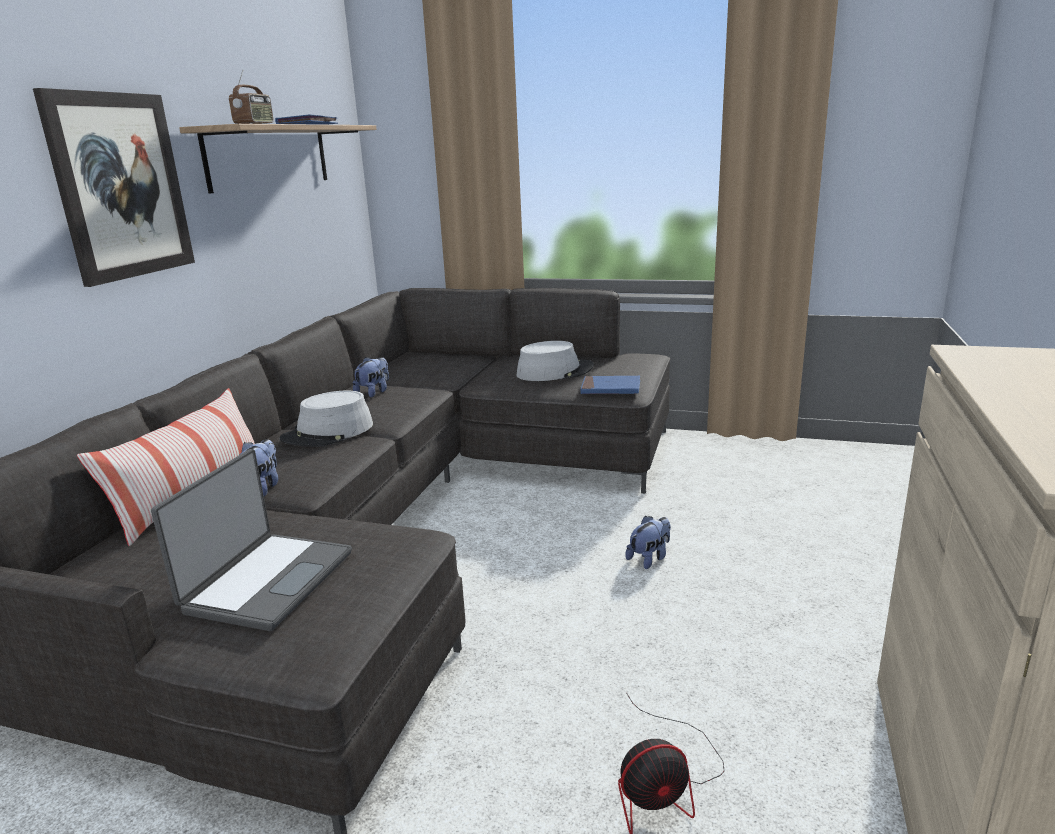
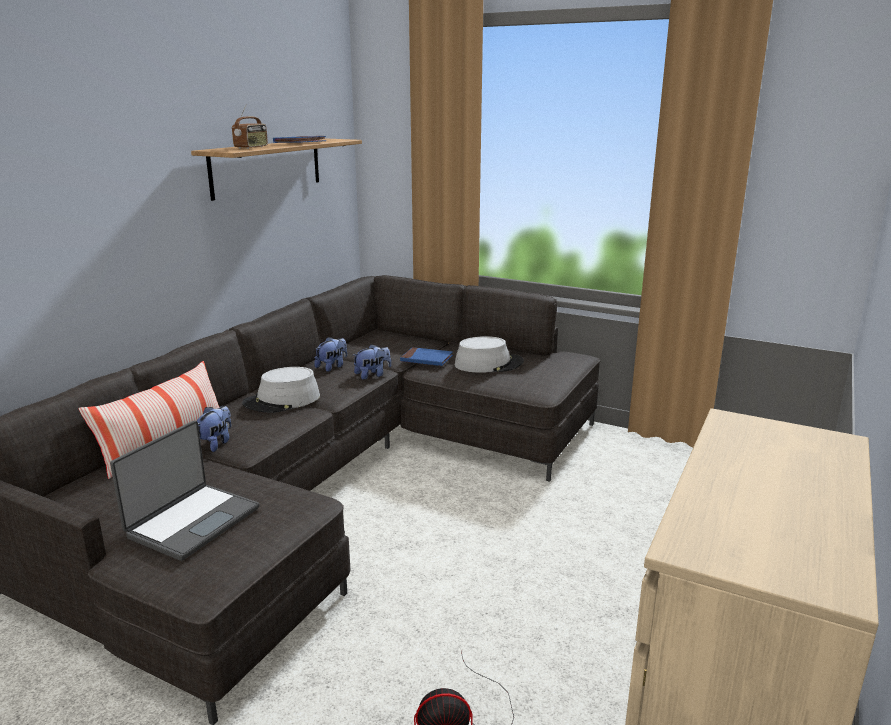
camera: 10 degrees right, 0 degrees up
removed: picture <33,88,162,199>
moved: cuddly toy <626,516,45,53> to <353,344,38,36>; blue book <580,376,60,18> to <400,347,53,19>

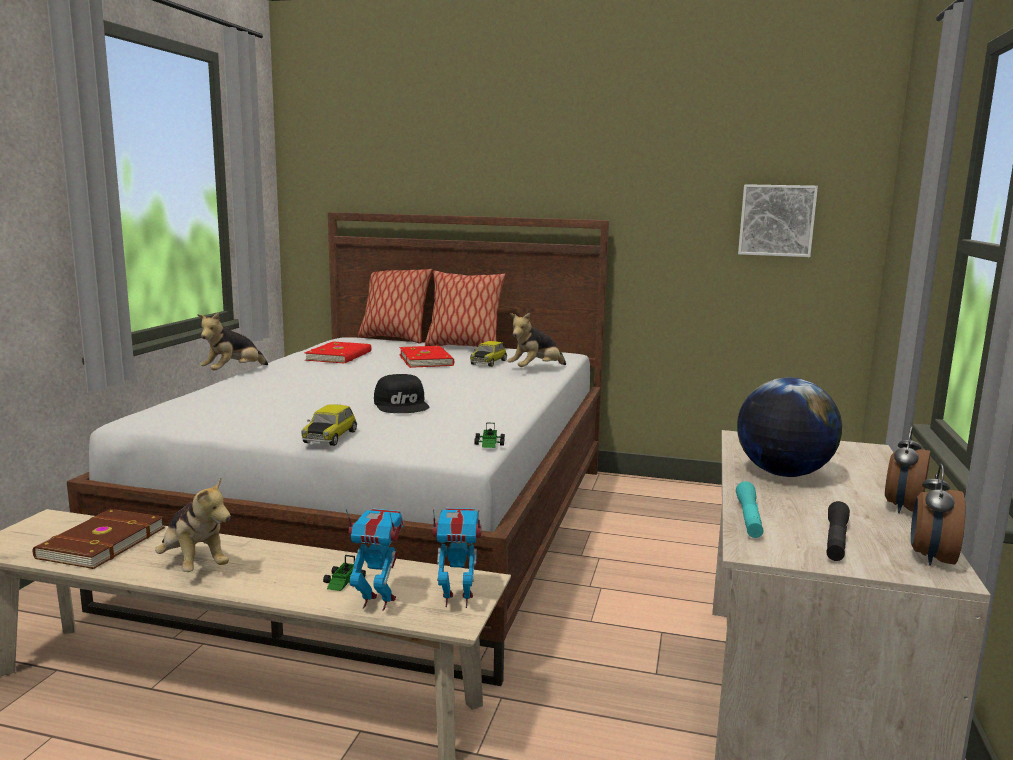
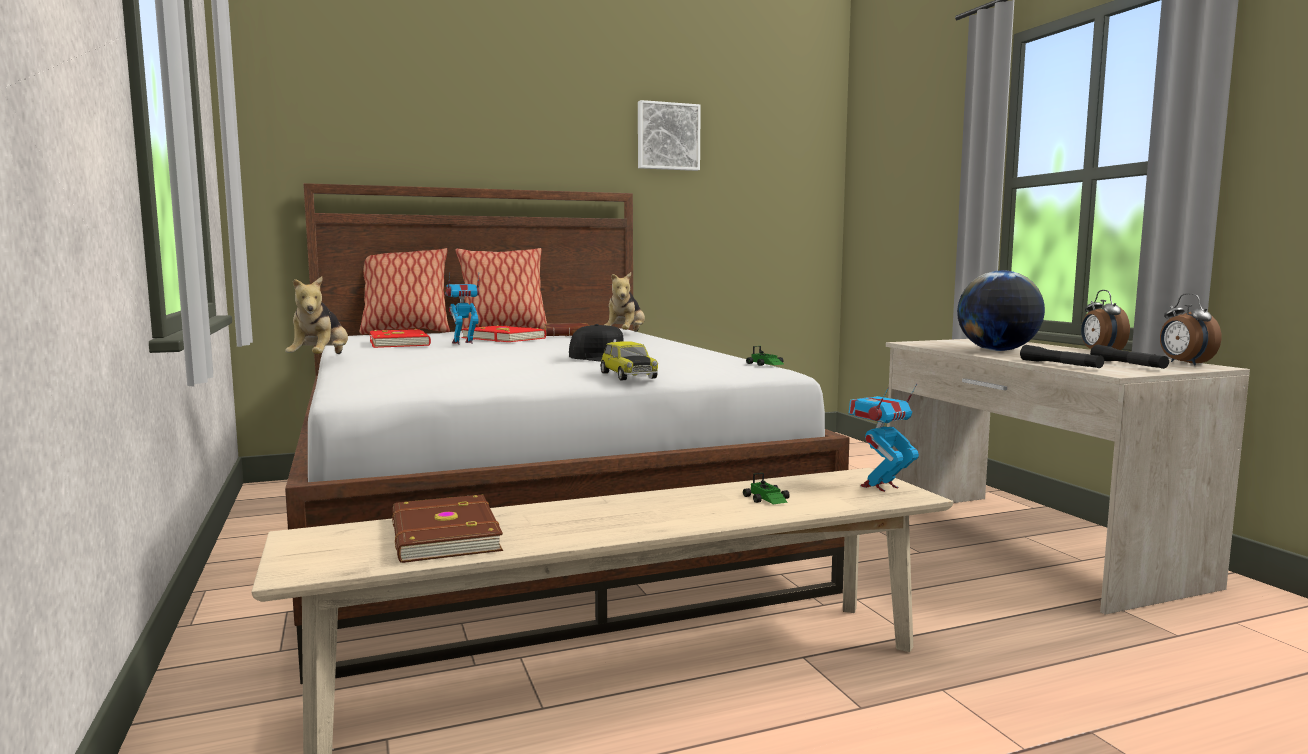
camera: 35 degrees left, 5 degrees down
removed: cuddly toy <155,478,76,94>
moved: robot figure <346,509,58,102> to <445,273,34,72>; picture <738,184,80,73> to <638,100,63,71>
replaced: miniature car <470,341,37,26> to brown book <544,323,45,13>
recoloured: turquoise-coloured flashlight <736,481,28,57> to black-coloured flashlight <1020,345,84,23>

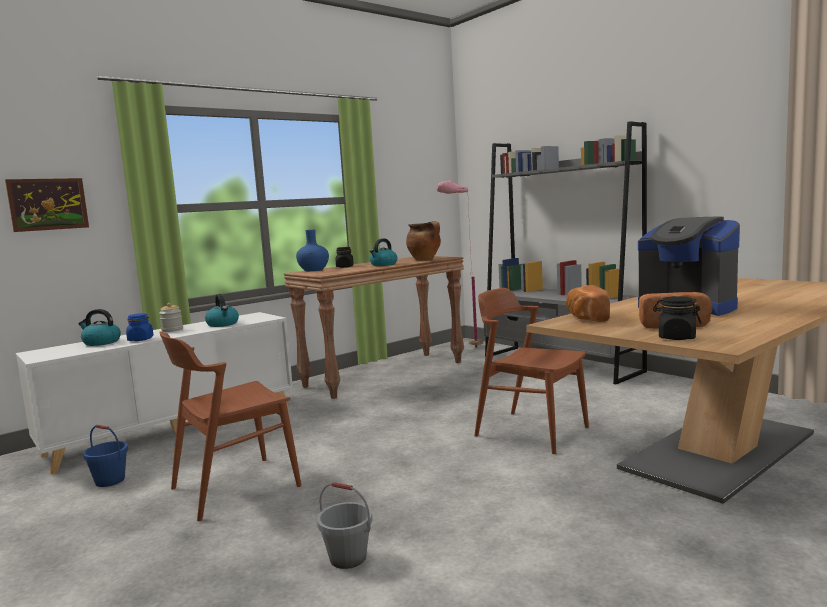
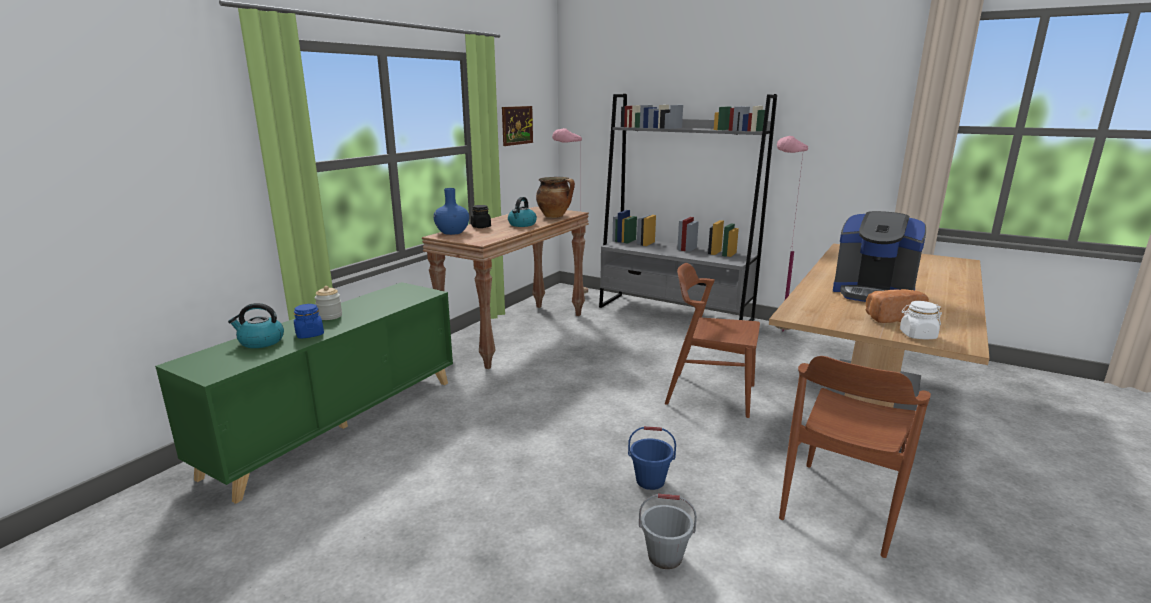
camera: 20 degrees left, 10 degrees up
removed: water kettle <205,294,34,33>; baked bread <566,285,44,37>
added: pinkish floor lamp <775,136,33,195>
moved: picture <5,178,84,54> to <502,106,31,40>; blue bucket <83,425,45,62> to <628,426,48,64>; brown chair <159,332,143,189> to <779,356,152,202>
recoloured: white cabinet <16,312,277,162> to greenish cabinet <155,282,298,222>; black-coloured jar <653,296,48,44> to white jar <900,301,42,38>

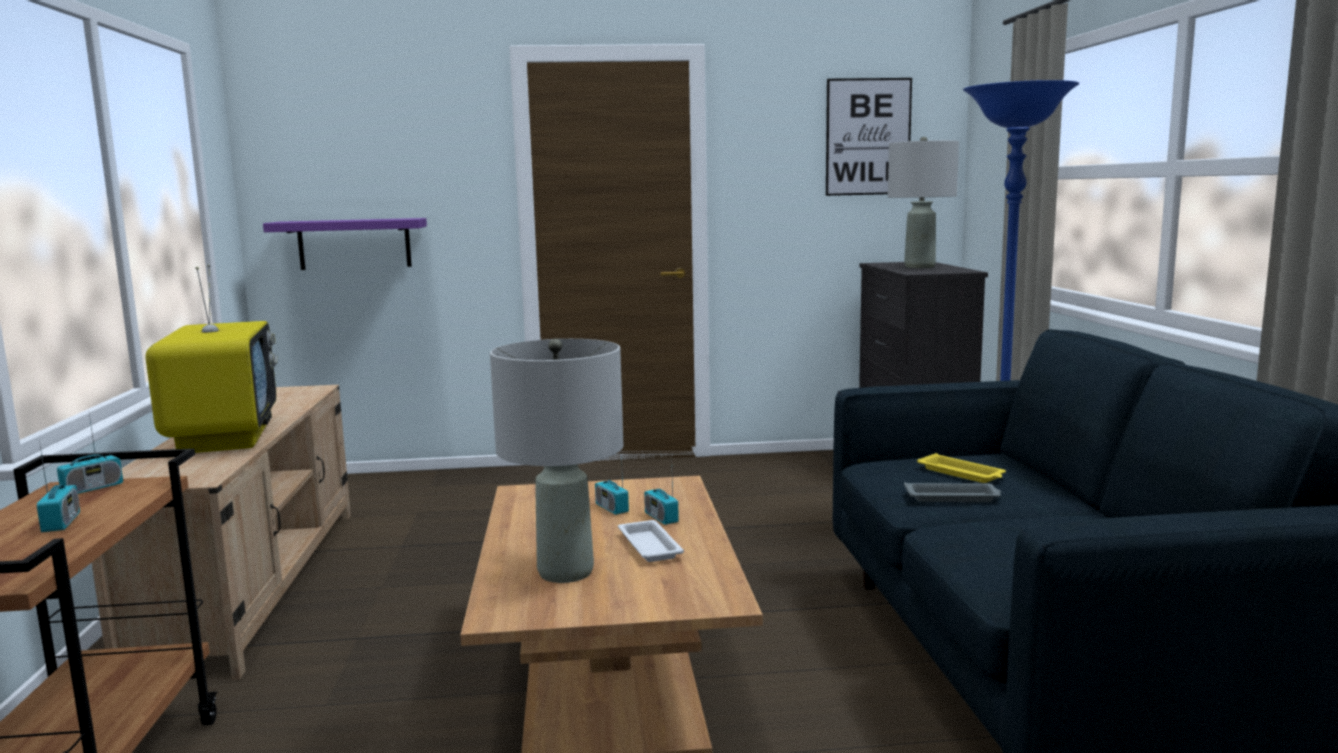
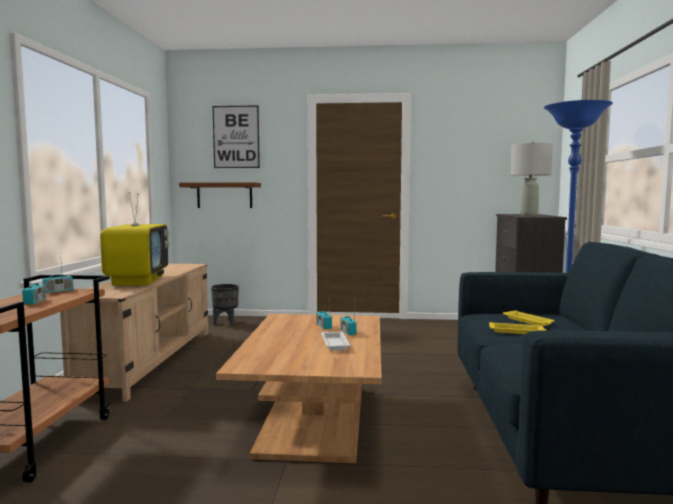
camera: 10 degrees right, 5 degrees down
removed: gray tabletop lamp <490,338,133,245>
added: black-coloured plant pot <211,284,28,42>
moved: picture <826,78,86,118> to <213,105,47,63>
recoloured: purplish wall shelf <263,218,164,52> to brown wall shelf <179,182,82,26>; gray serving tray <904,482,97,20> to yellowish serving tray <489,322,58,12>

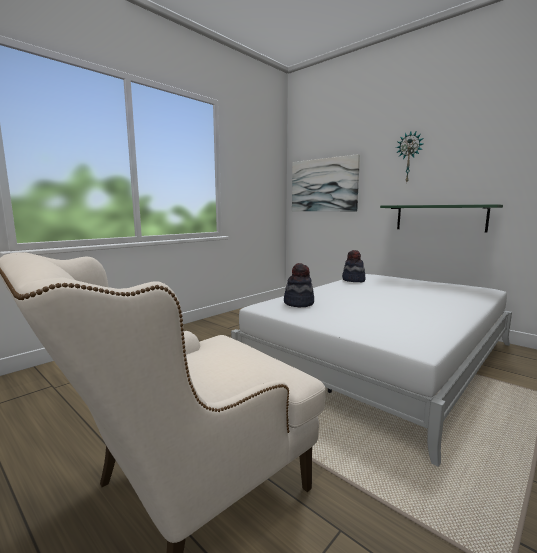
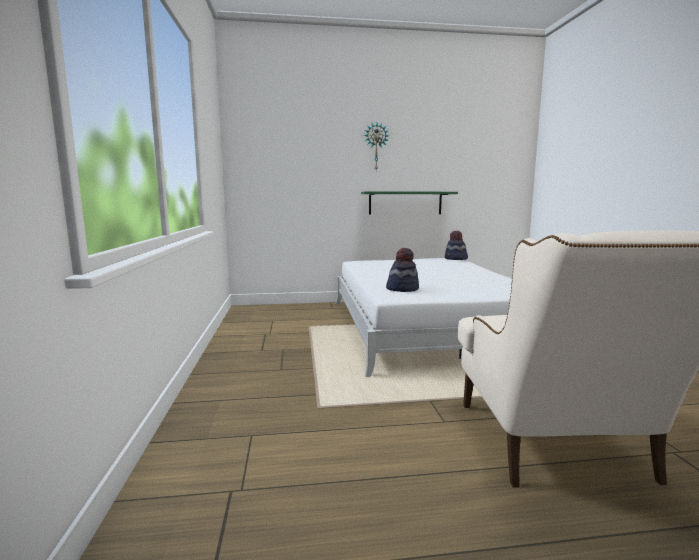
camera: 50 degrees left, 0 degrees up
removed: picture <292,154,68,57>
moved: wearable hat <342,250,24,32> to <445,231,23,29>

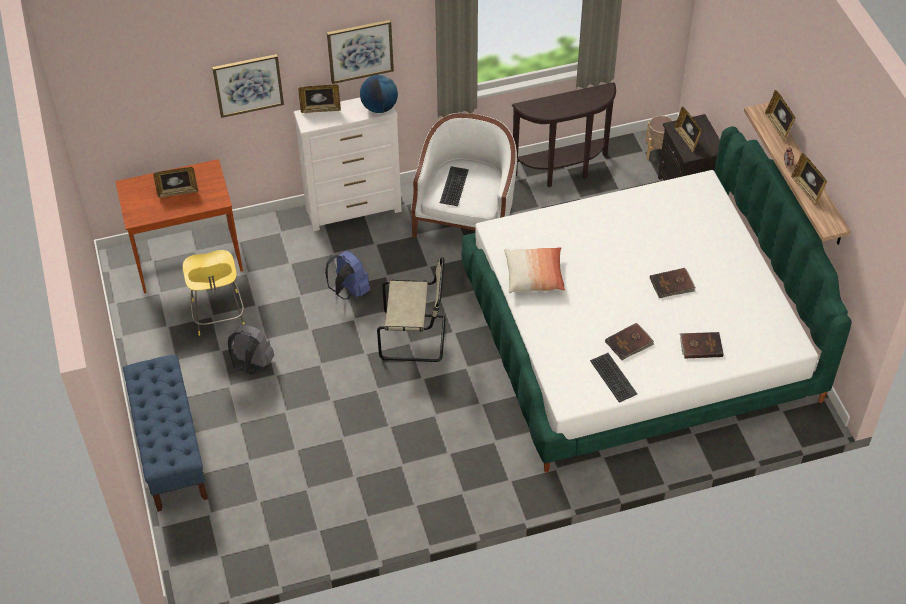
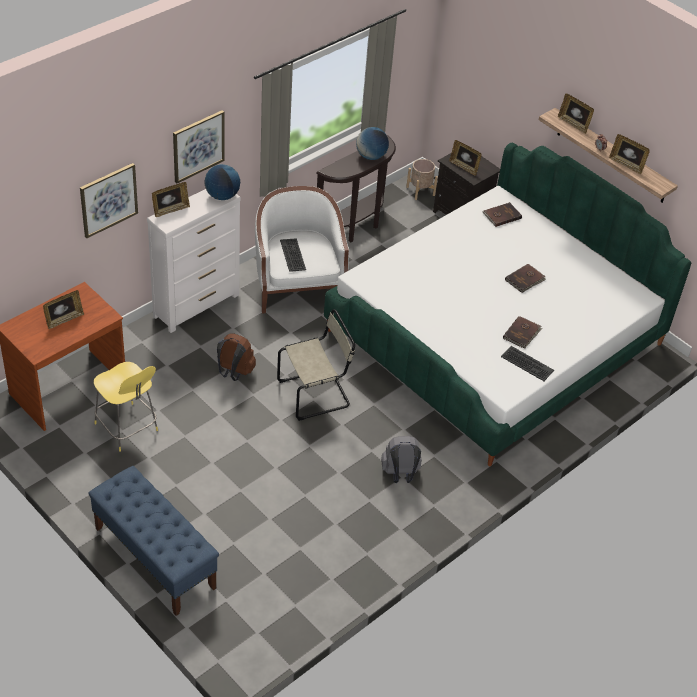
camera: 30 degrees left, 5 degrees down
removed: throw pillow <504,247,62,46>
added: desk globe <356,127,33,33>
moved: gray rucksack <228,325,46,49> to <381,436,41,47>; brown book <680,332,44,27> to <482,202,40,25>
recoloured: blue rucksack <325,250,45,50> to brown rucksack <217,333,39,48>

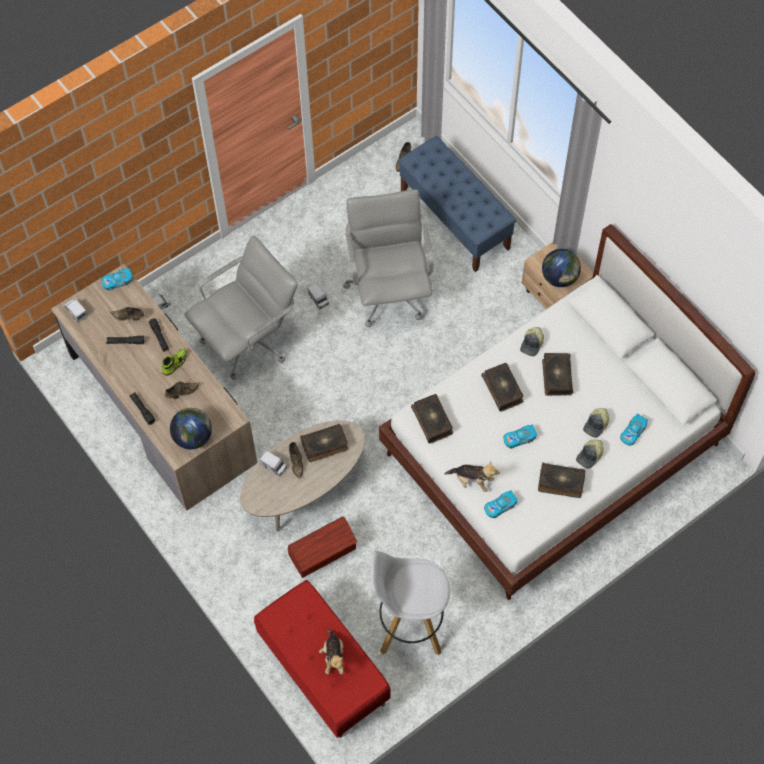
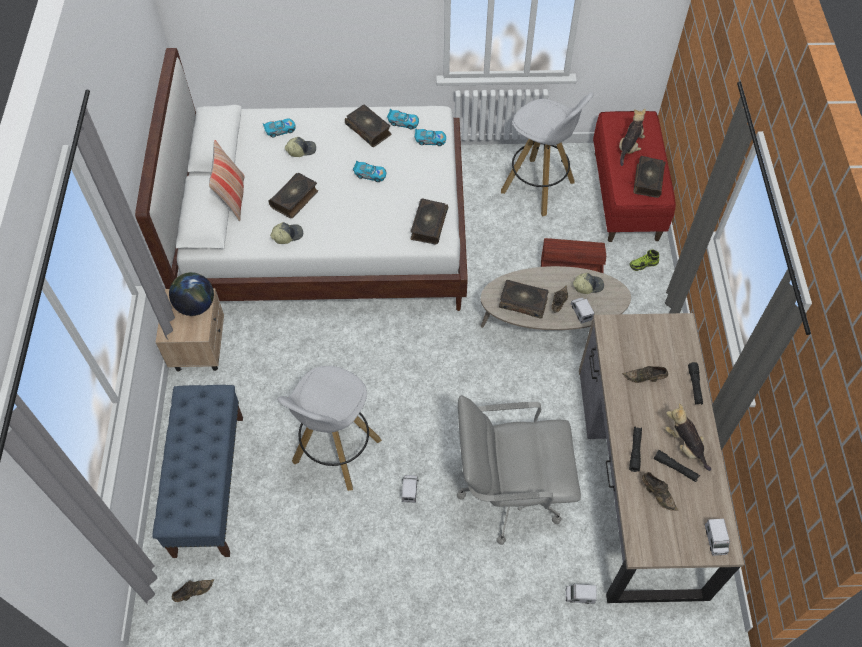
camera: 145 degrees left, 5 degrees down
removed: desk globe <170,408,42,41>
added: throw pillow <209,140,35,81>
moved: miniature car <101,268,31,22> to <387,109,32,21>; cap <576,439,28,30> to <573,273,31,21>; shoe <162,349,25,27> to <629,249,30,22>; book <482,363,41,48> to <633,156,32,42>; cuddly toy <445,462,55,30> to <665,403,46,68>
replaced: gray office chair <343,189,91,138> to white stool seat <277,366,105,125>

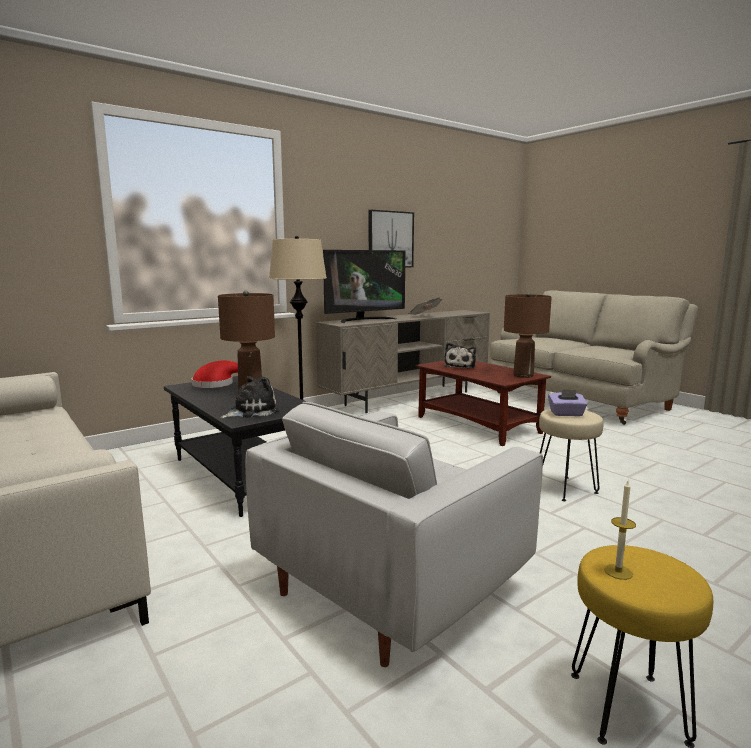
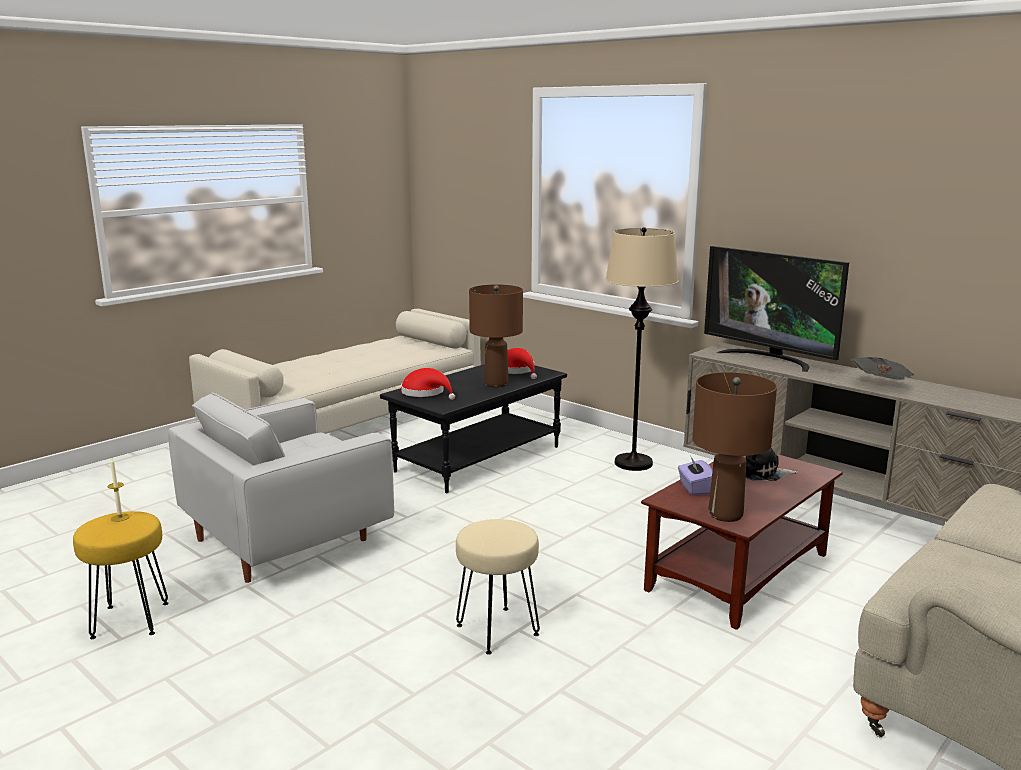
camera: 80 degrees right, 5 degrees up
removed: picture <369,210,45,57>
moved: purplish box of tissues <548,389,40,27> to <678,455,35,40>
replaced: cuddly toy <220,376,59,43> to red-coloured wearable hat <401,368,54,32>
turned: white lounge chair <245,402,298,265> = <168,393,226,190> 75 degrees counterclockwise

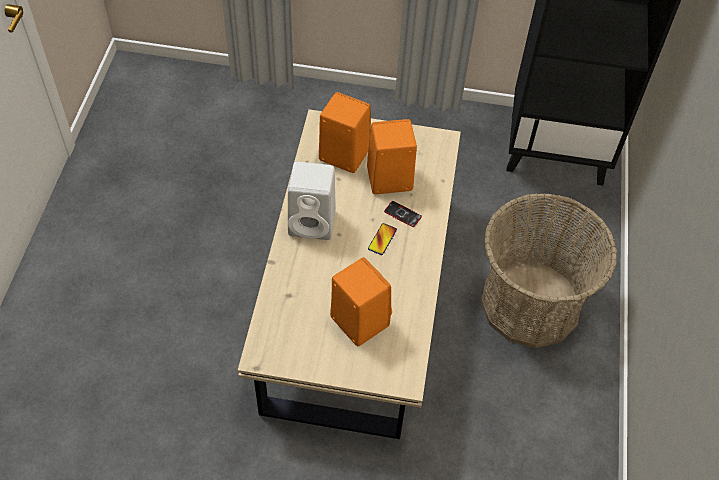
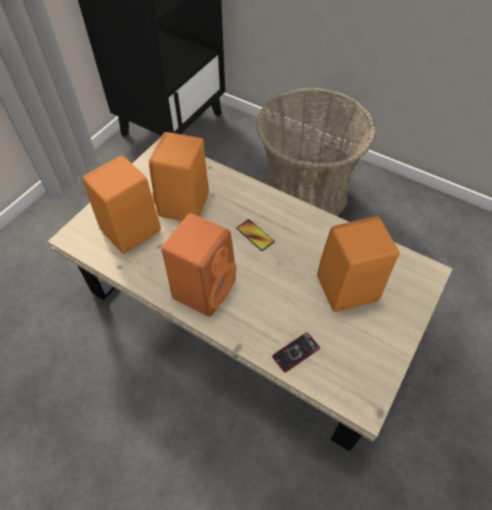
camera: 65 degrees left, 0 degrees up
moved: phone <384,201,38,26> to <272,333,48,40>
recoloured: white speaker <288,162,48,78> to orange speaker <161,213,75,104>

